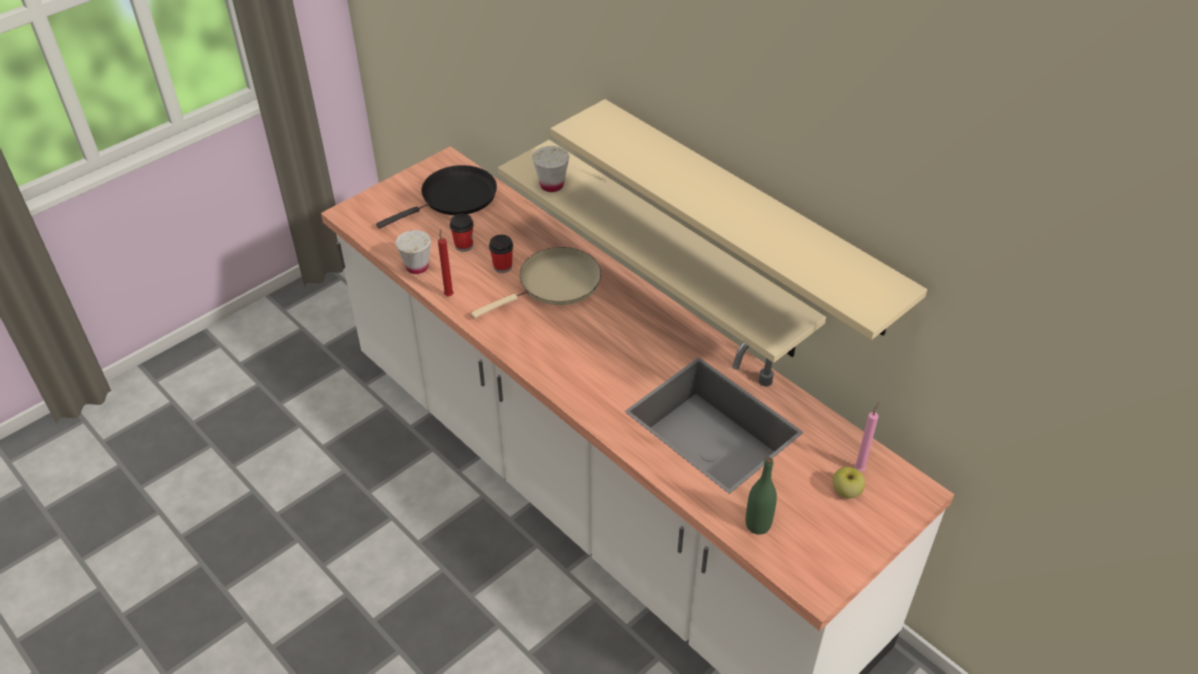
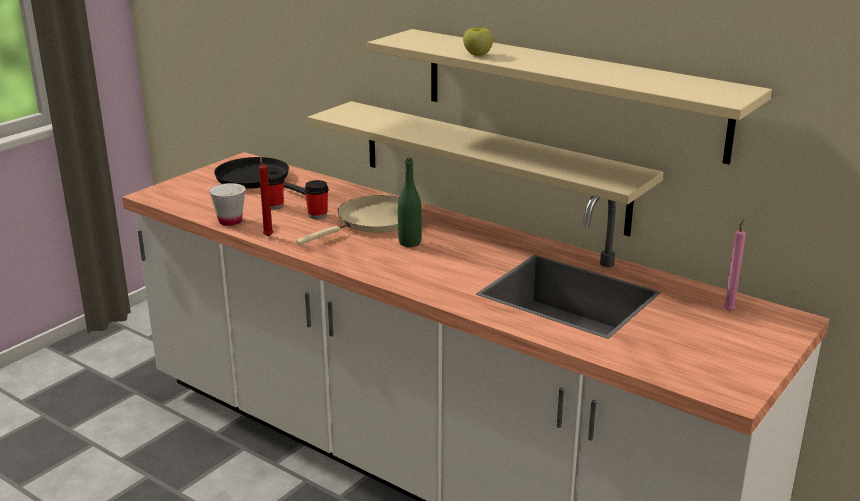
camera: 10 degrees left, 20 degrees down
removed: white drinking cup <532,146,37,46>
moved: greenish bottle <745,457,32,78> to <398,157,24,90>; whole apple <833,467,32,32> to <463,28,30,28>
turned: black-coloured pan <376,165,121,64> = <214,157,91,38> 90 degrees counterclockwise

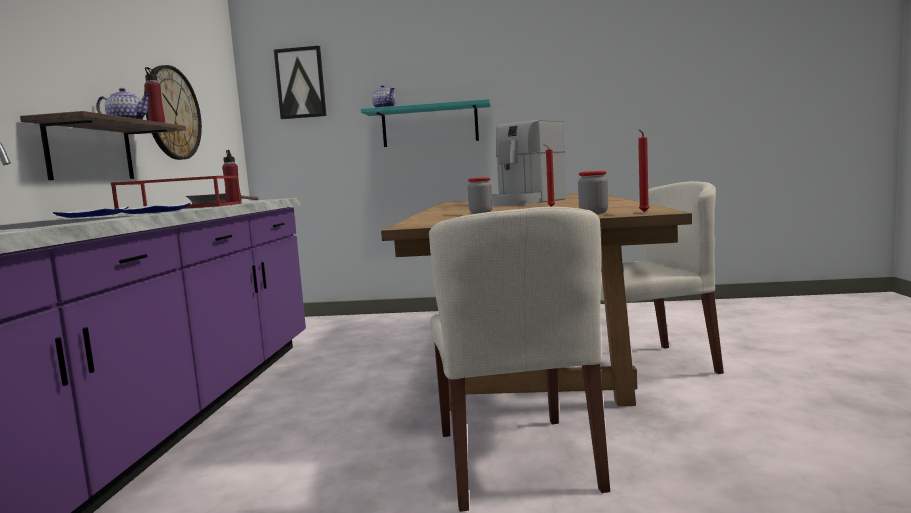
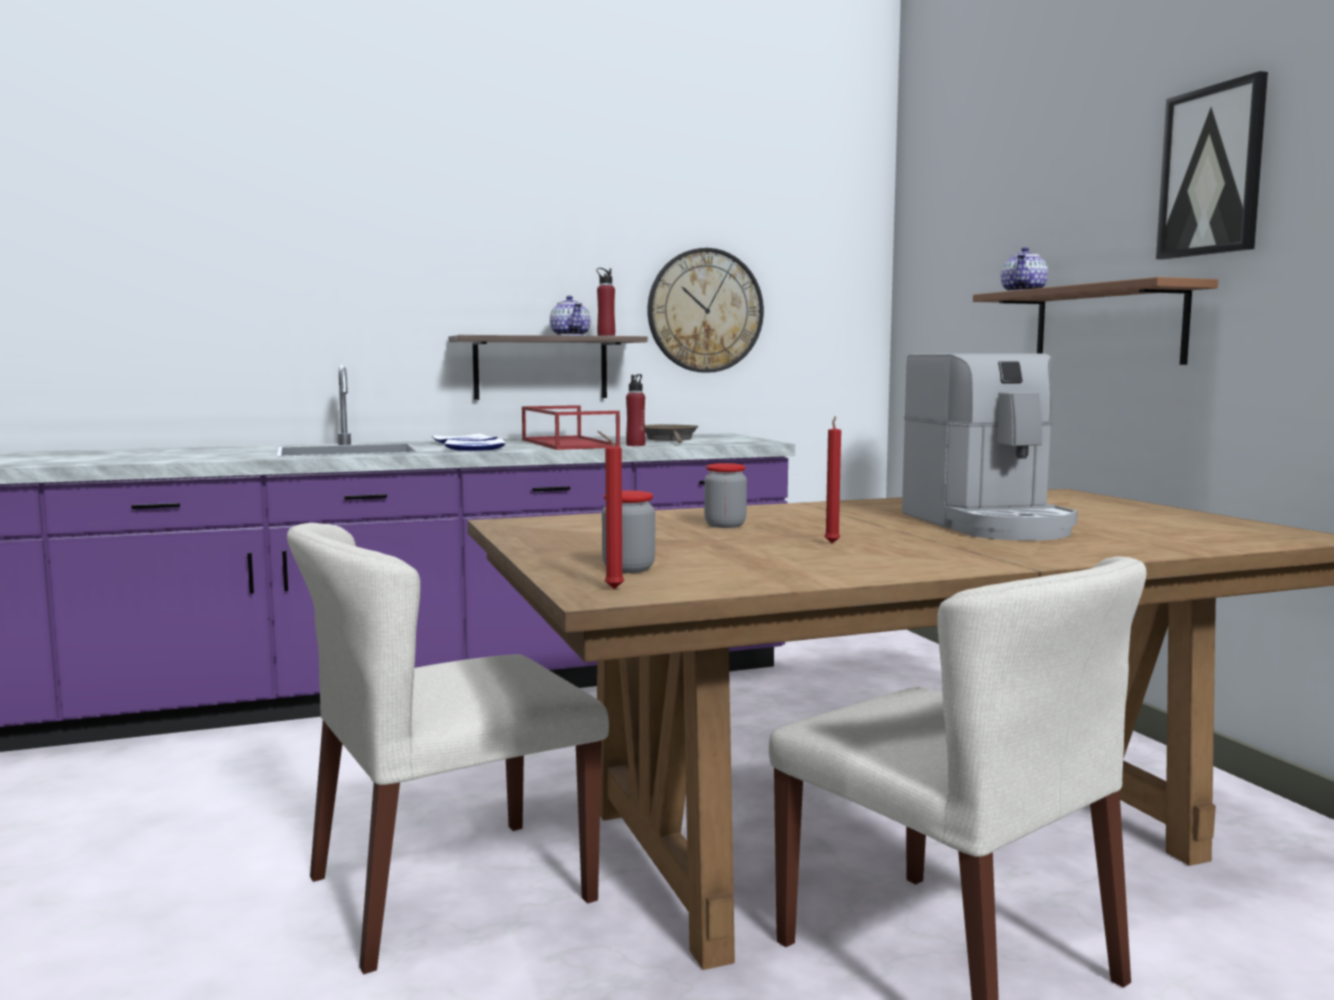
camera: 65 degrees right, 0 degrees up
moved: picture <274,46,53,73> to <1156,71,112,189>
recoloured: turquoise-coloured wall shelf <361,99,130,48> to brown wall shelf <973,277,245,88>
turned: coffee brewer <492,120,74,86> = <902,353,176,188> 120 degrees counterclockwise

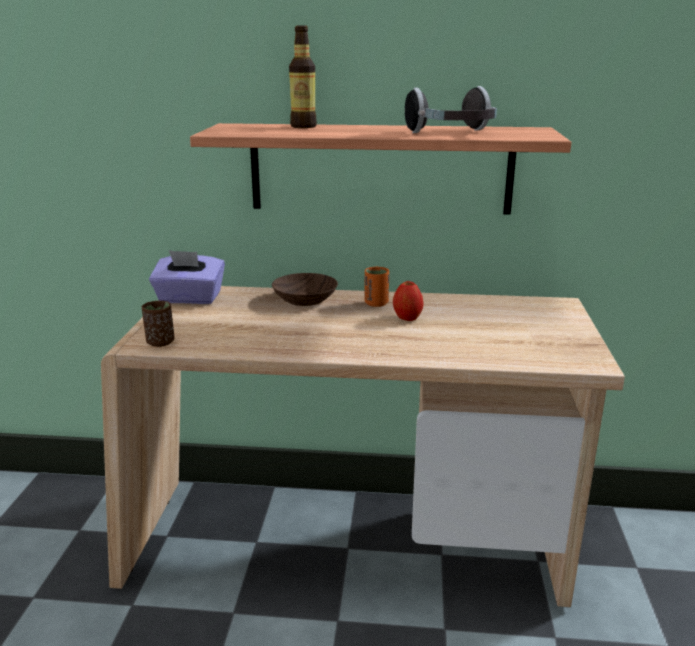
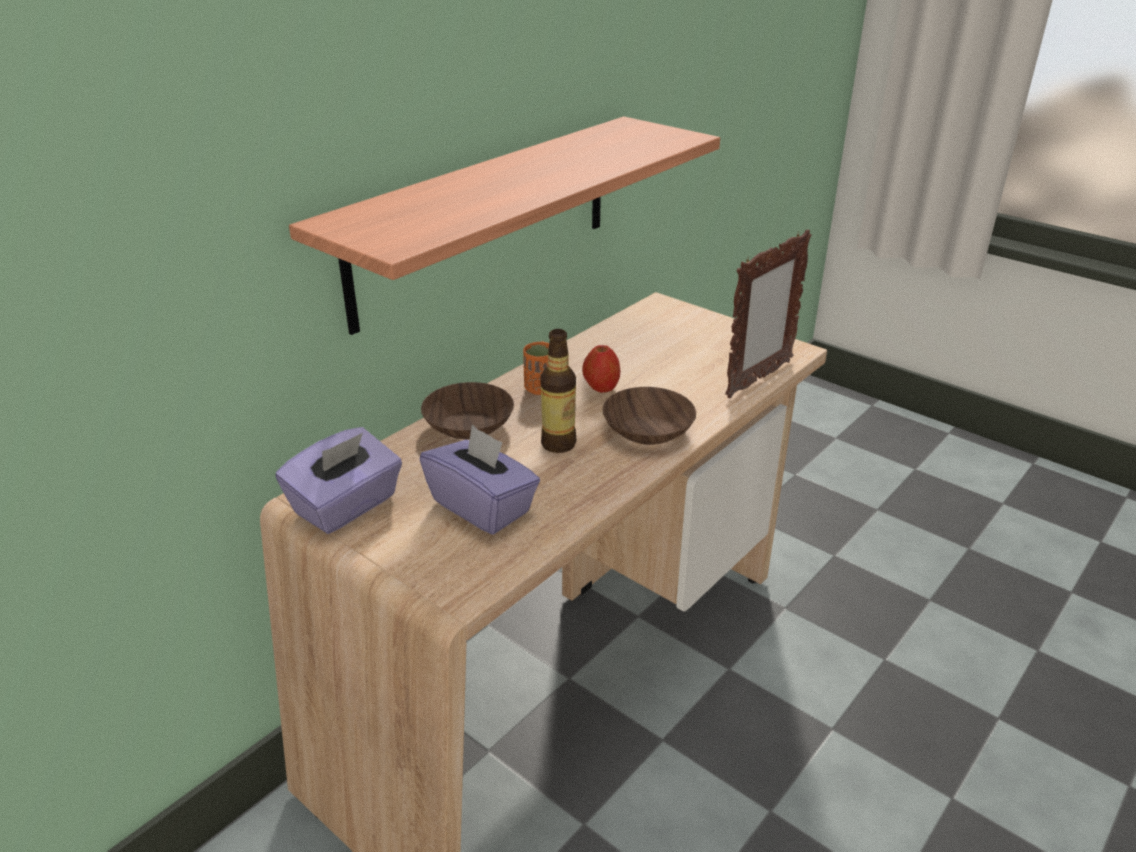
camera: 55 degrees left, 10 degrees up
removed: brown drinking cup <142,301,32,46>; headphones <405,86,92,47>
added: purplish box of tissues <420,425,120,110>; brown bowl <603,387,93,58>; picture frame <725,229,87,169>
moved: bottle <289,25,28,103> to <541,329,35,124>

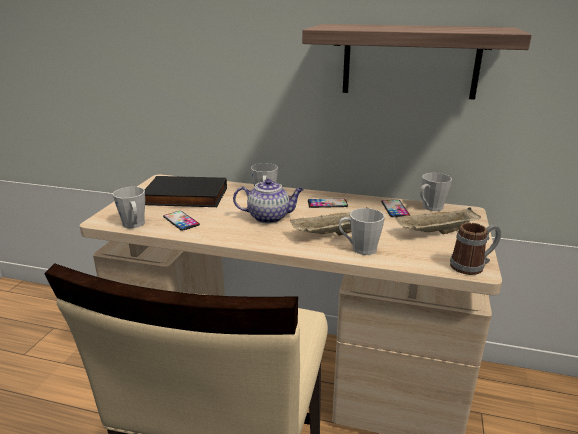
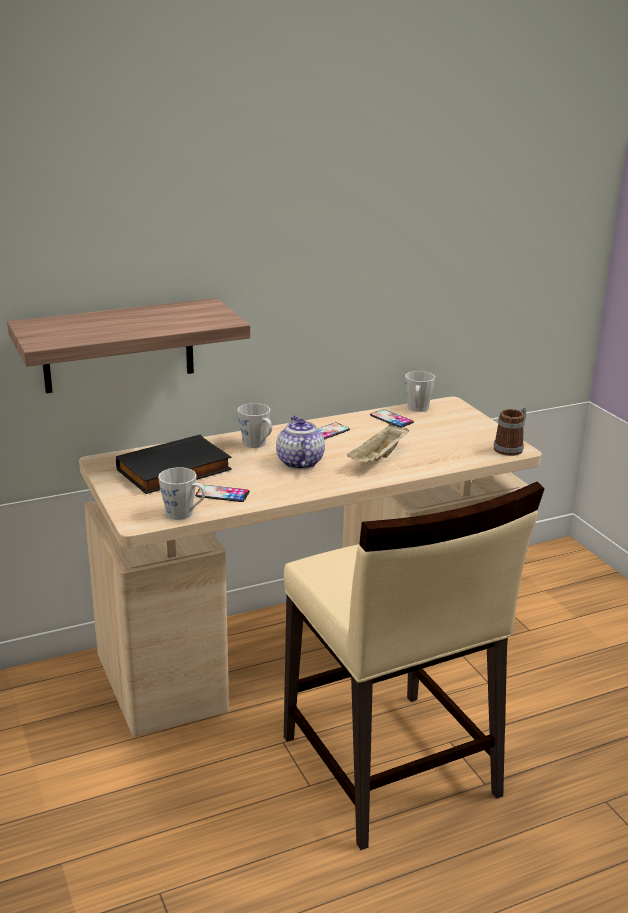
camera: 40 degrees left, 0 degrees up
removed: gray tea mug <339,208,46,47>; sand-coloured serving tray <395,207,86,27>
moved: wall shelf <302,24,230,76> to <7,298,243,95>
turned: pot for tea <233,179,71,44> = <276,416,49,53> 60 degrees counterclockwise

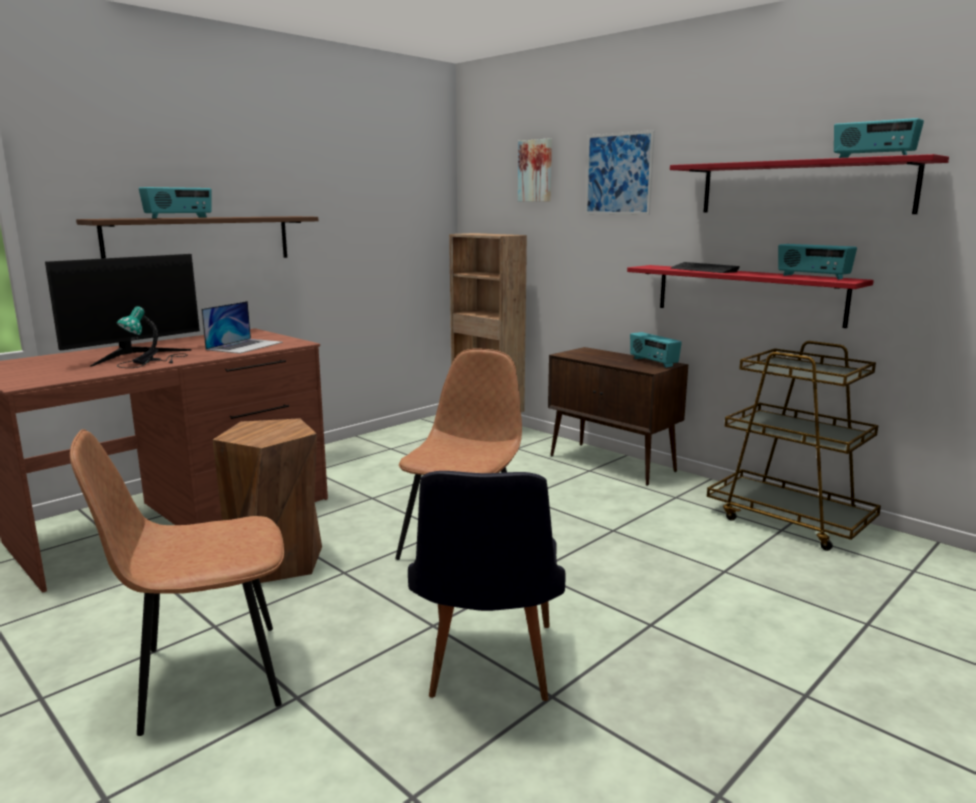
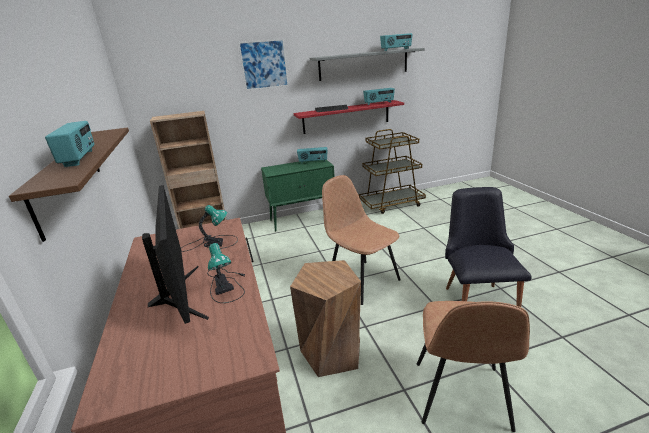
camera: 60 degrees left, 10 degrees up
removed: picture <518,139,34,63>
replaced: portable computer <201,301,82,53> to tabletop lamp <181,205,57,47>
recoloured: brown cabinet <548,347,140,139> to greenish cabinet <261,160,74,71>; red-coloured wall shelf <670,154,279,60> to gray wall shelf <310,48,115,33>
turned: black-coloured chair <408,471,157,230> = <445,187,86,120> 120 degrees counterclockwise

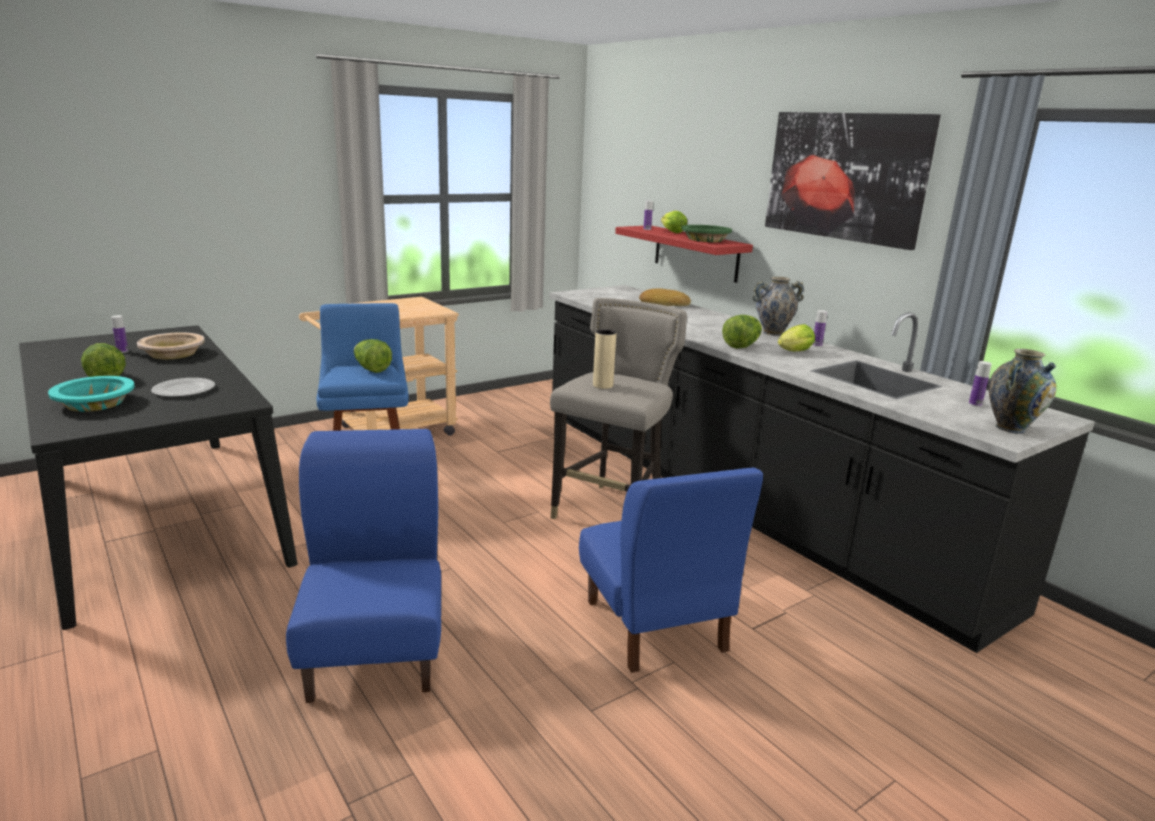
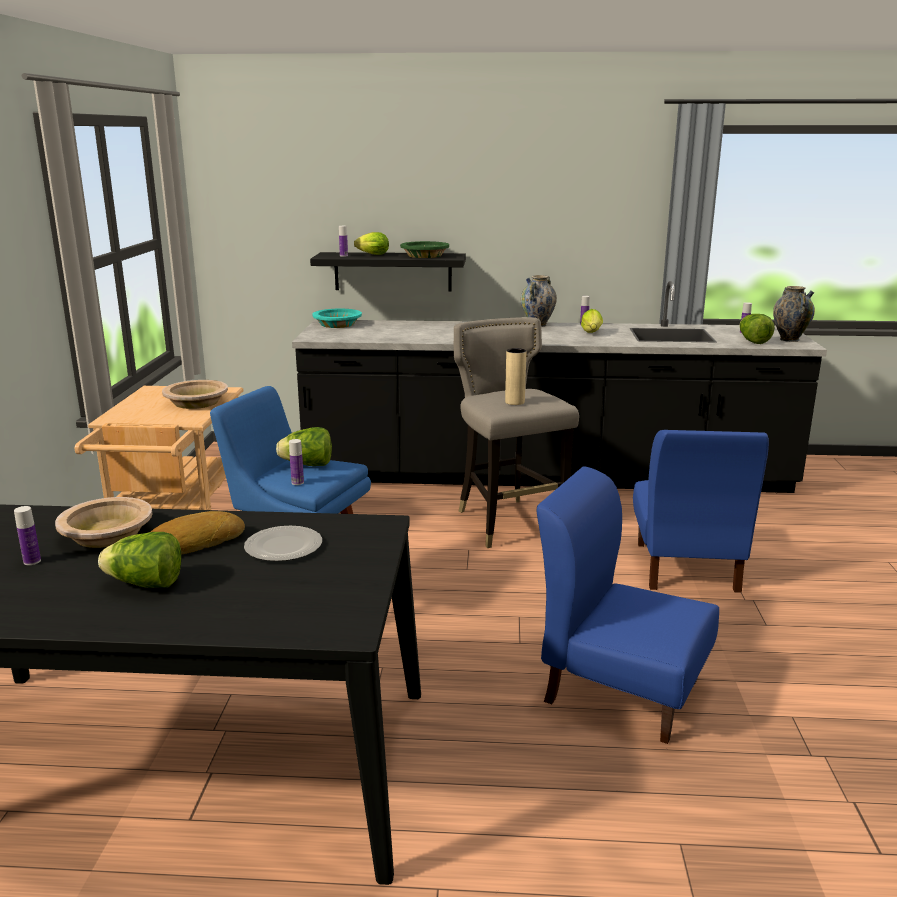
camera: 50 degrees left, 0 degrees up
removed: picture <765,112,176,138>
added: sand-coloured bowl <162,380,66,29>; bottle <289,439,15,46>
moved: baked bread <639,288,52,18> to <151,511,94,44>; turquoise-coloured bowl <48,376,87,36> to <313,309,49,19>; head of lettuce <722,315,40,33> to <740,314,35,30>
recoloured: red-coloured wall shelf <615,226,138,57> to black-coloured wall shelf <310,252,156,40>
turned: blue chair <579,467,184,206> = <633,430,136,163> 75 degrees clockwise

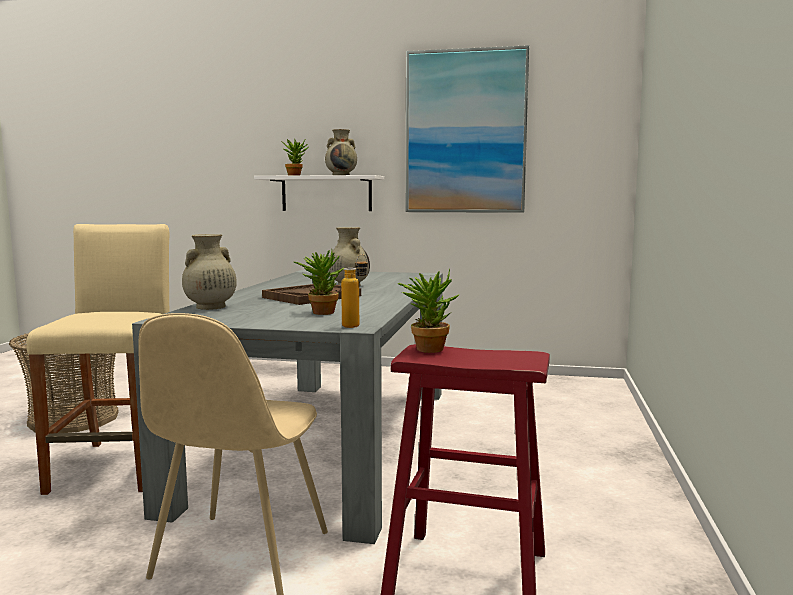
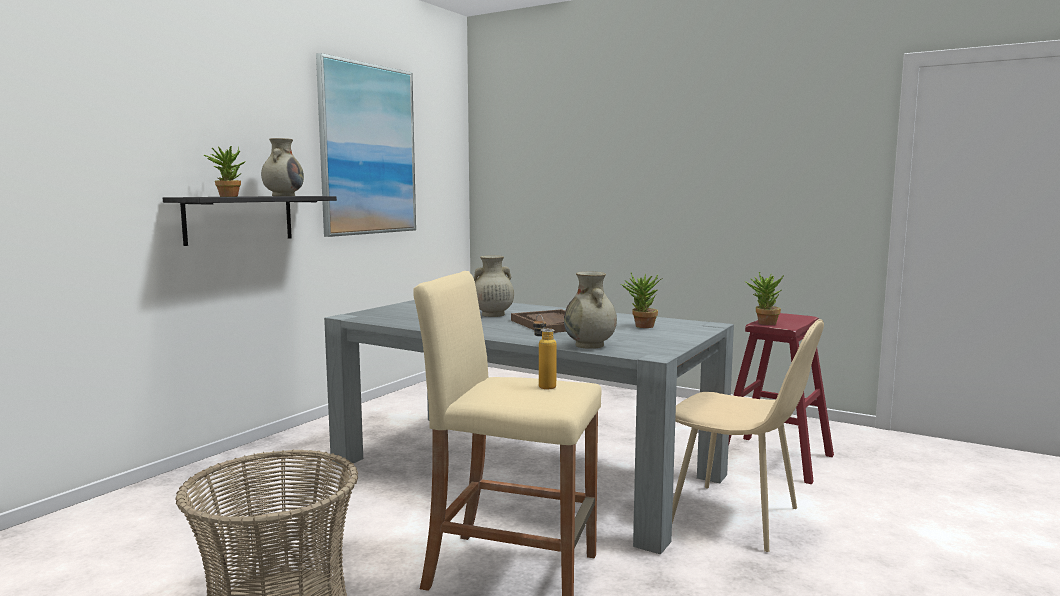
camera: 70 degrees left, 0 degrees up
moved: bottle <341,254,27,74> to <533,314,24,75>
recoloured: white wall shelf <254,175,130,36> to black-coloured wall shelf <163,196,174,50>

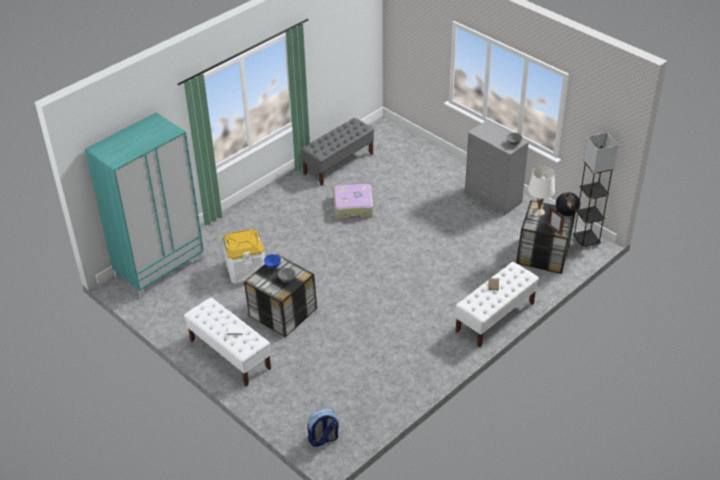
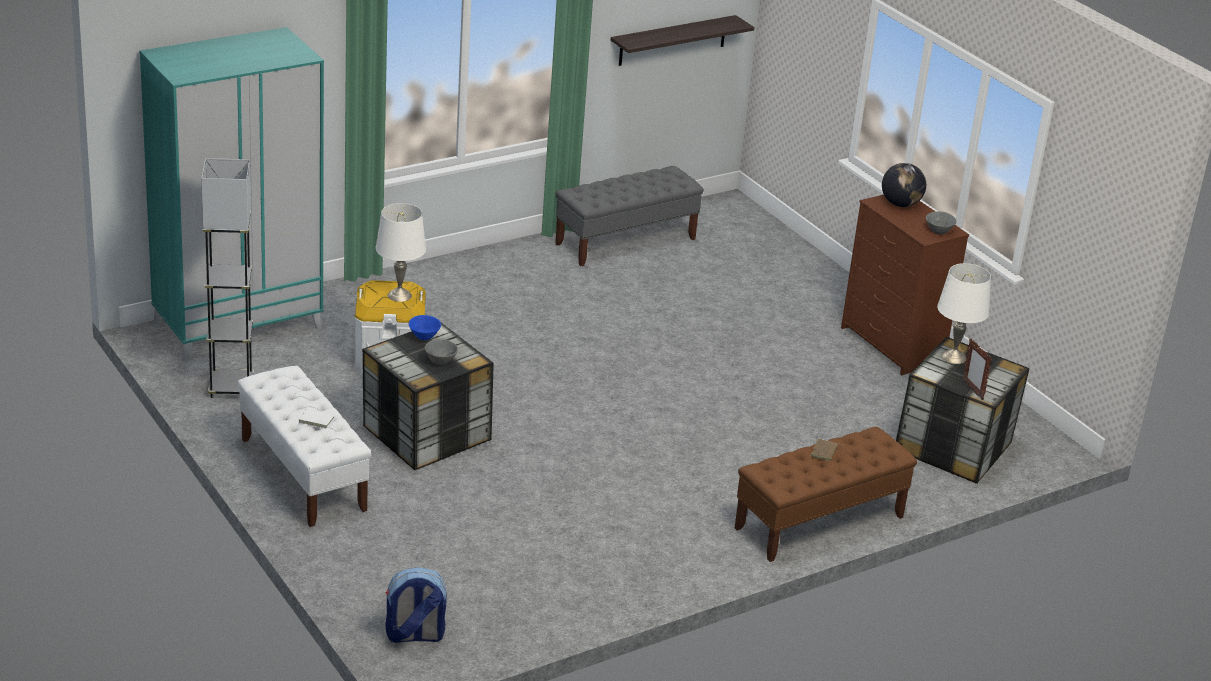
camera: 10 degrees right, 10 degrees down
removed: suitcase <333,184,40,35>
added: white tabletop lamp <376,203,50,99>; wall shelf <611,15,143,51>
moved: gray floor lamp <572,133,46,116> to <201,158,53,240>; desk globe <556,192,24,24> to <882,163,44,44>
recoloured: white bench <455,262,84,86> to brown bench <735,427,182,135>; gray dresser <465,120,64,96> to brown dresser <841,195,128,180>

